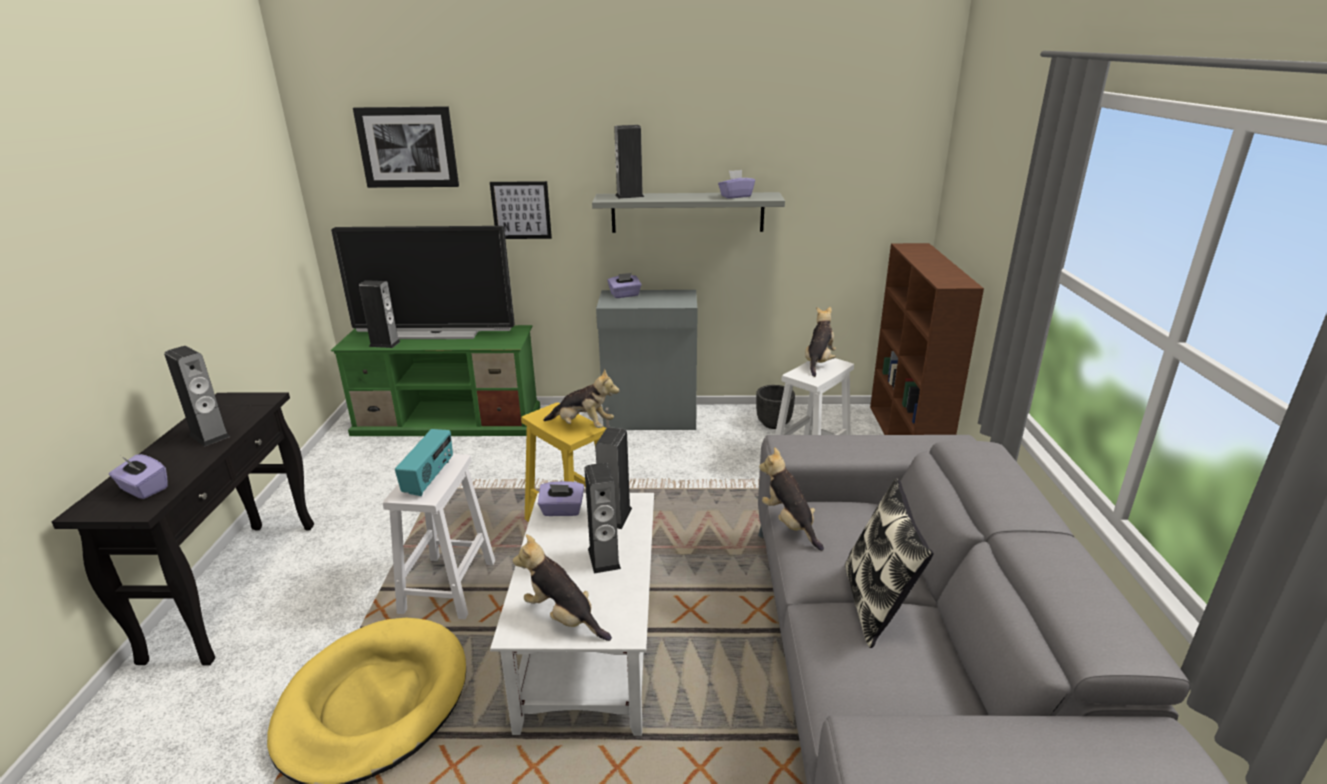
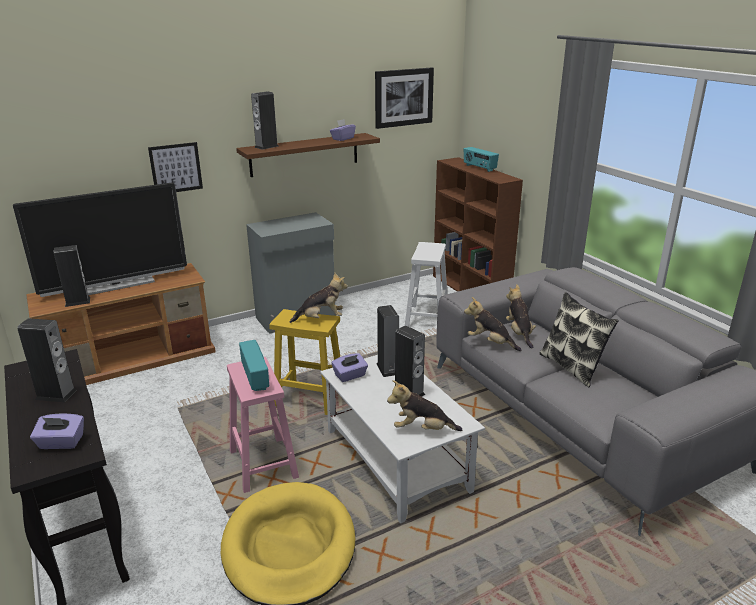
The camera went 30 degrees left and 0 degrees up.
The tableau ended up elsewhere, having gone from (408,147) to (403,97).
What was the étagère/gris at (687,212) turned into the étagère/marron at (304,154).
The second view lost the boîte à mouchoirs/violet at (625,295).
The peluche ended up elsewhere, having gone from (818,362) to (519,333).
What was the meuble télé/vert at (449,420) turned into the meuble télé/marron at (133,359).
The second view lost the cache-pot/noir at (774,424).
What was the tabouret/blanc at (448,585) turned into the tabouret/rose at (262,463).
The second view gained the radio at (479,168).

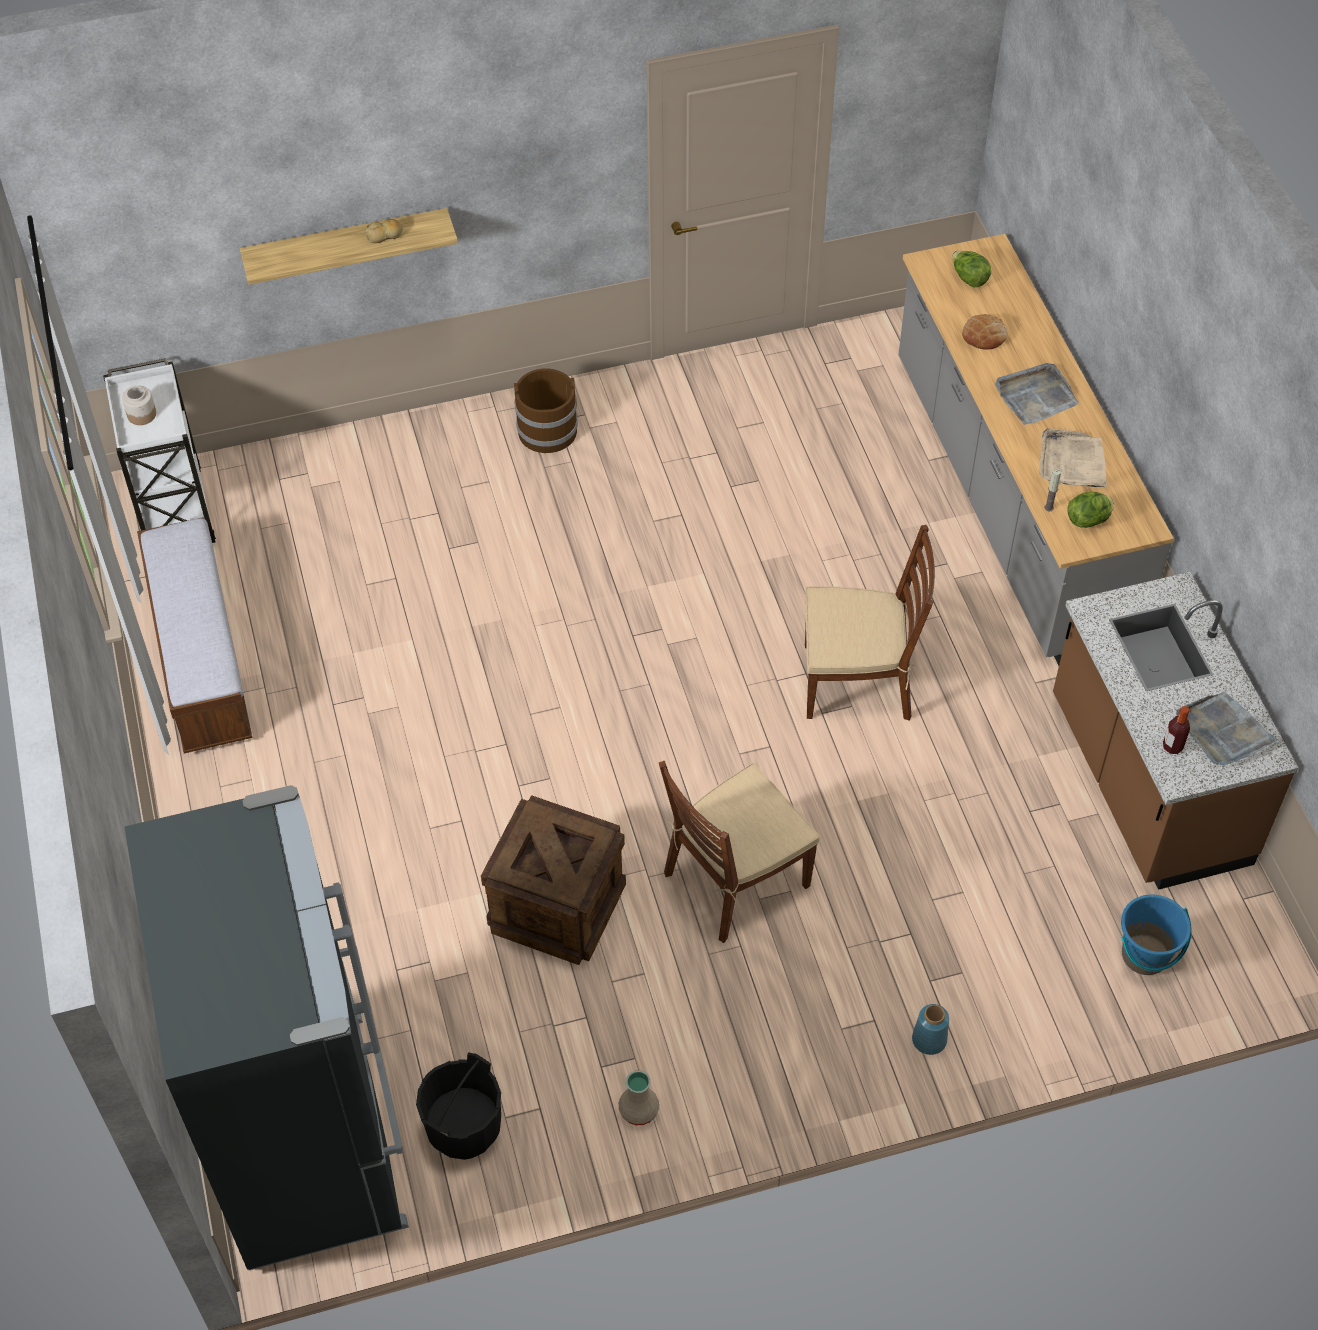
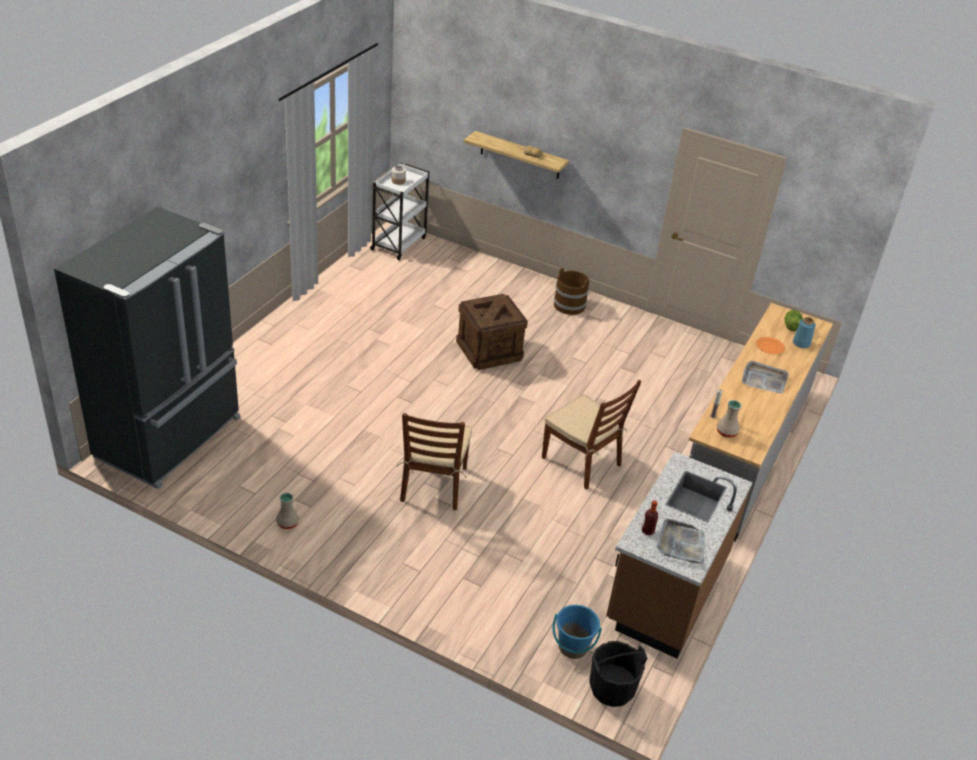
The camera went 40 degrees right and 15 degrees down.
Where the pain stood at (984,335), the assiette/orange came to stand at (770,347).
The second view lost the plateau/beige at (1072,462).
Where the laitue stood at (1088,520), the vase/beige came to stand at (726,432).
The second view lost the banc at (202,660).
The chaise/marron at (735,880) ended up facing another way, 90 degrees counterclockwise from before.
The caisse ended up elsewhere, having gone from (556,905) to (489,351).
The vase/bleu ended up elsewhere, having gone from (928,1040) to (801,343).
The seau/noir ended up elsewhere, having gone from (464,1127) to (612,688).

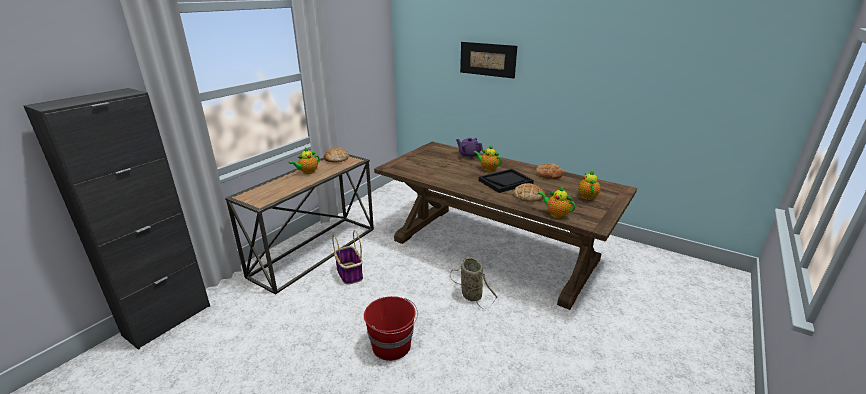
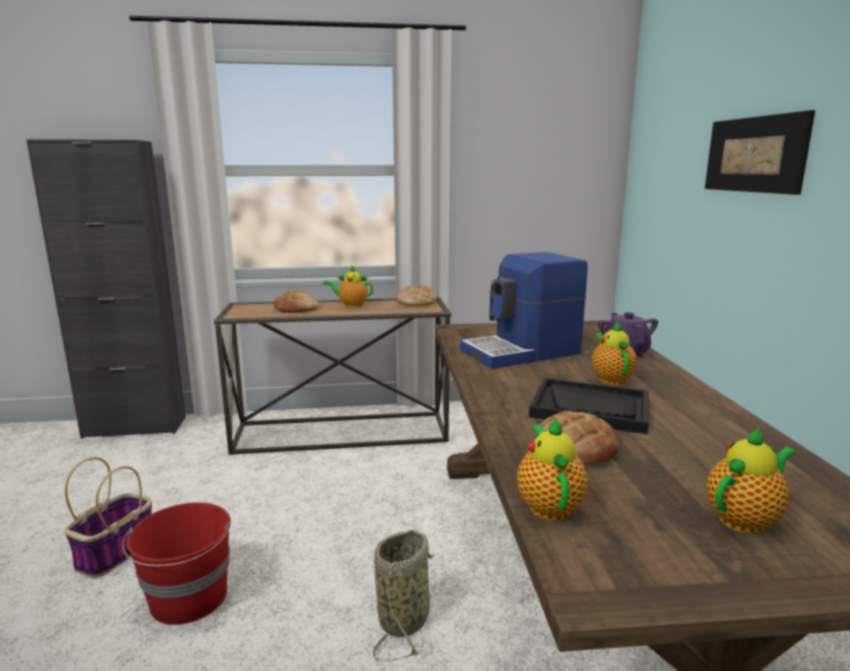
The camera went 50 degrees right and 10 degrees down.
The pain ended up elsewhere, having gone from (549,174) to (297,308).
The panier ended up elsewhere, having gone from (349,273) to (116,551).
The second view gained the machine à café at (522,352).

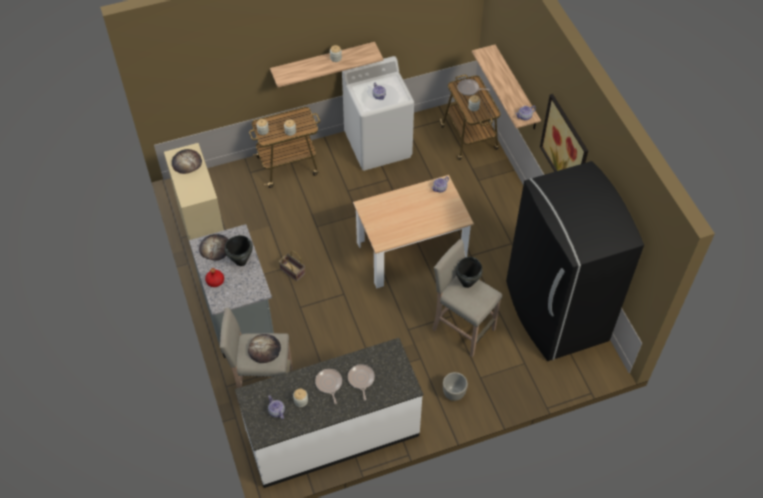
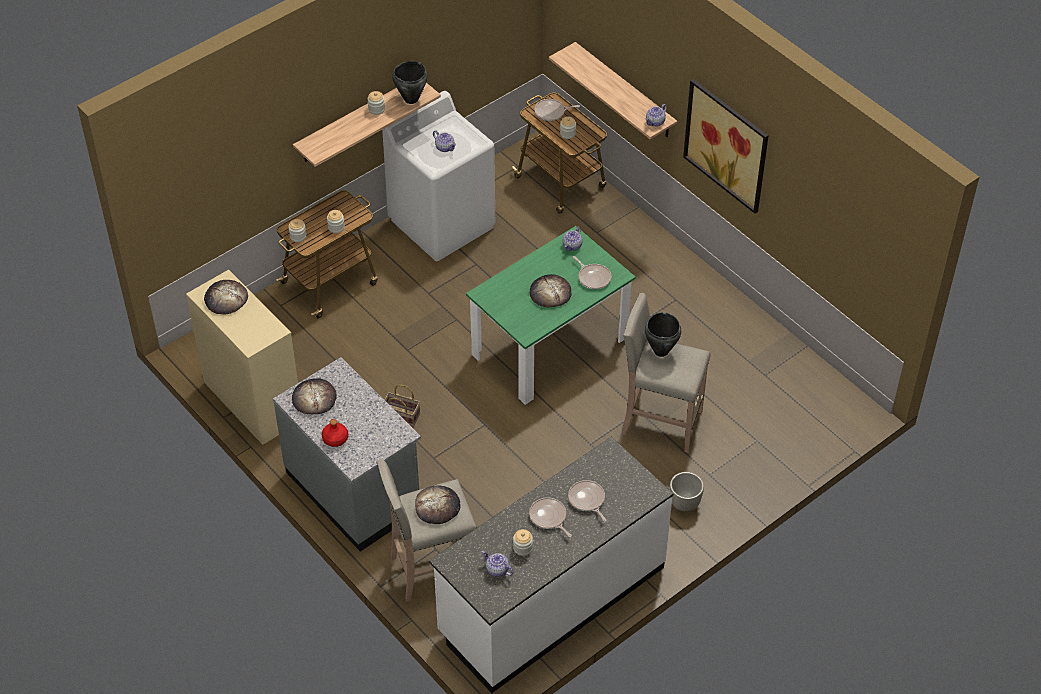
The camera went 20 degrees left and 5 degrees down.
The second view lost the réfrigérateur/noir at (555,312).
What was the table à manger/beige at (411,252) turned into the table à manger/vert at (549,347).
The marmite/noir ended up elsewhere, having gone from (240,261) to (410,99).
The second view gained the poêle at (593,277).
The second view gained the pain at (550,293).

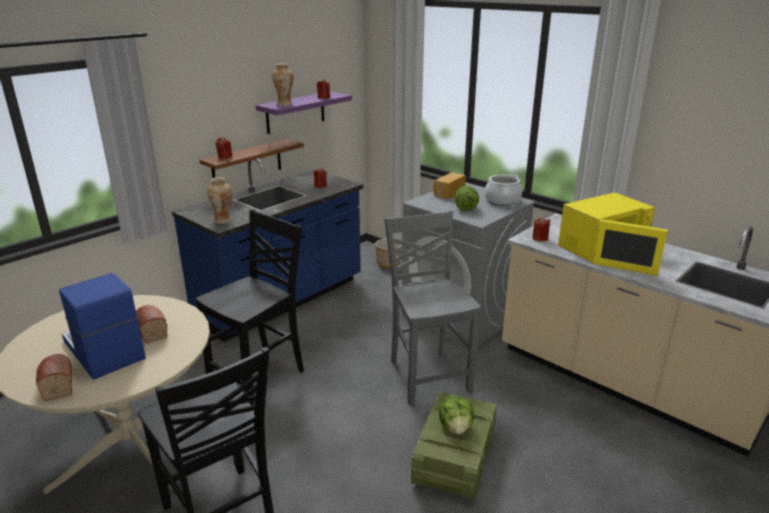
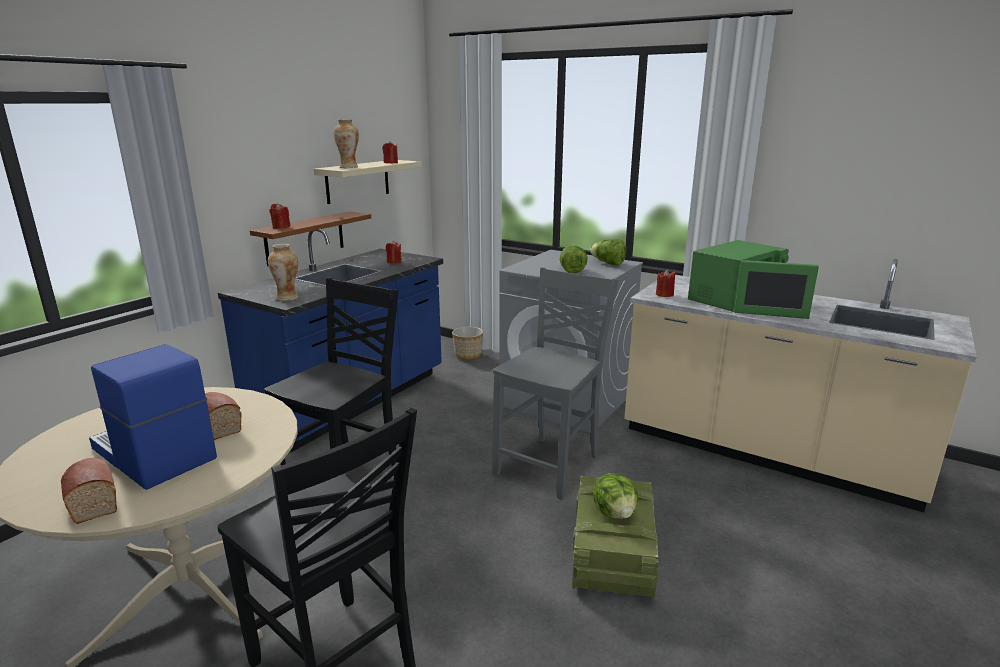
The camera went 10 degrees left and 5 degrees down.
What was the étagère/violet at (295,112) turned into the étagère/beige at (358,181).
The second view lost the pain at (448,193).
Where the marmite stood at (502,201), the laitue came to stand at (608,263).
What was the micro-ondes/jaune at (602,249) turned into the micro-ondes/vert at (736,300).
The chaise/gris at (428,375) ended up facing another way, 60 degrees clockwise from before.

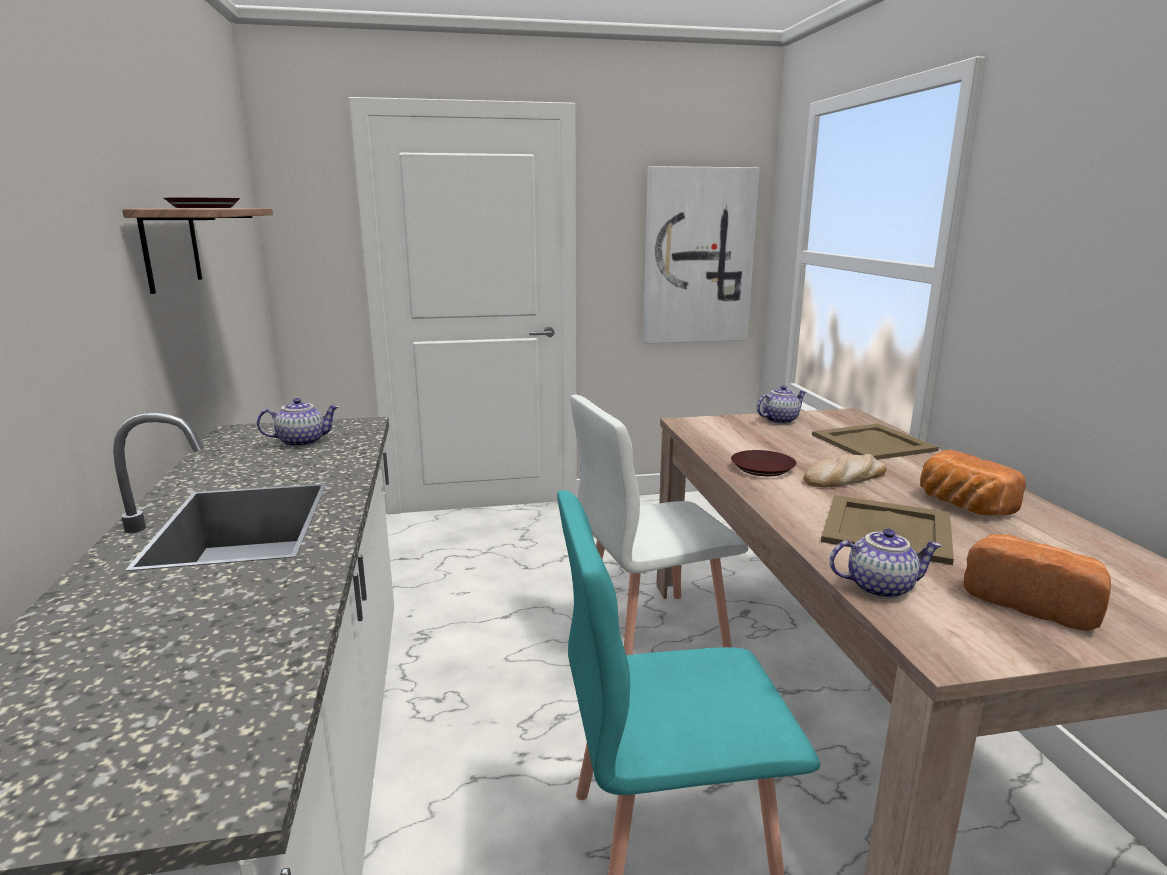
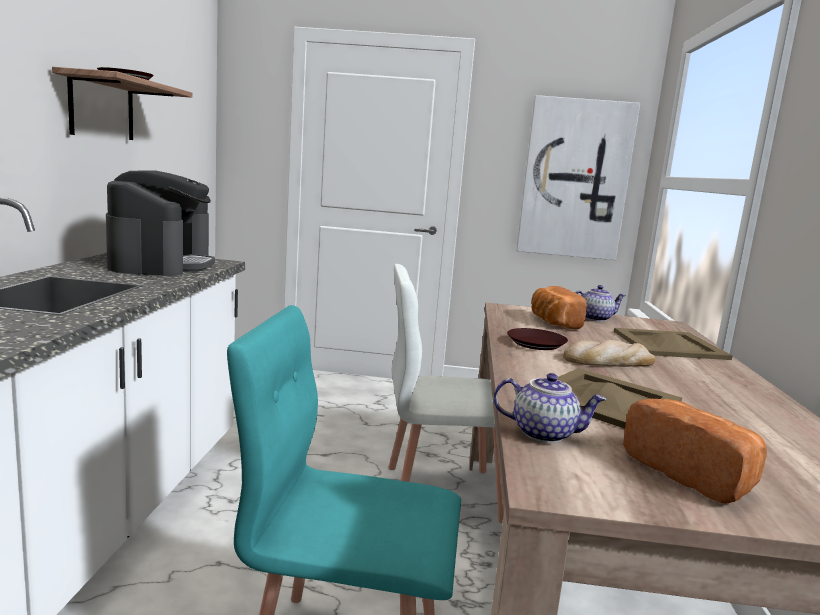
The camera went 15 degrees right and 5 degrees down.
Where the théière stood at (302,442), the machine à café came to stand at (162,264).
The pain ended up elsewhere, having gone from (961,505) to (552,322).

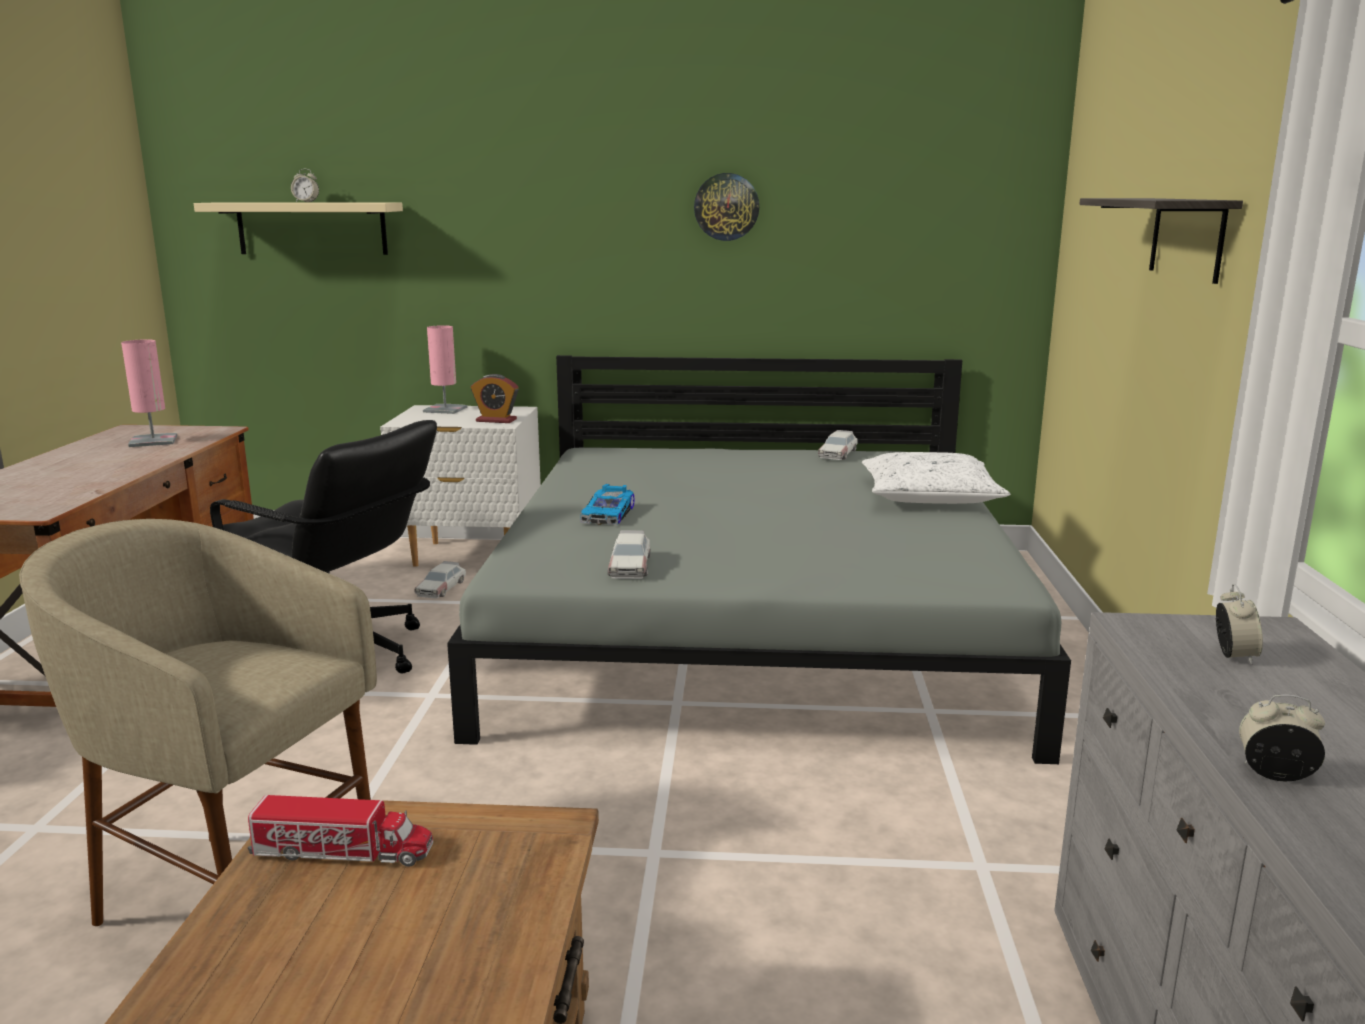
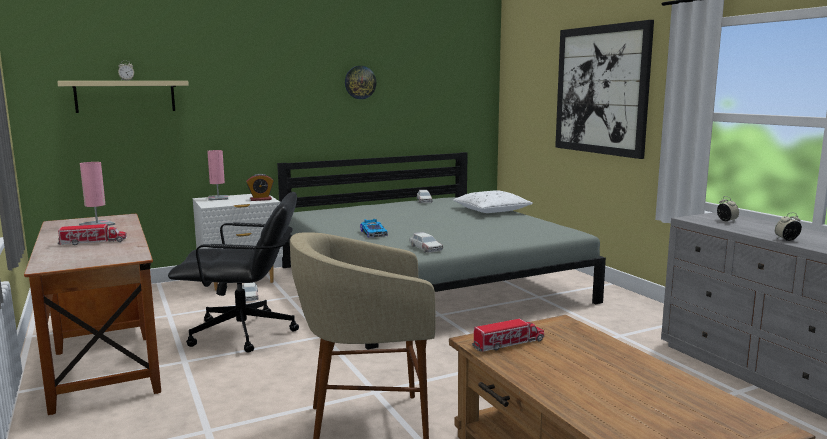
The camera went 30 degrees left and 5 degrees down.
Where the étagère hung at (1187,238), the tableau came to hang at (601,90).
The second view gained the camion jouet at (93,242).

